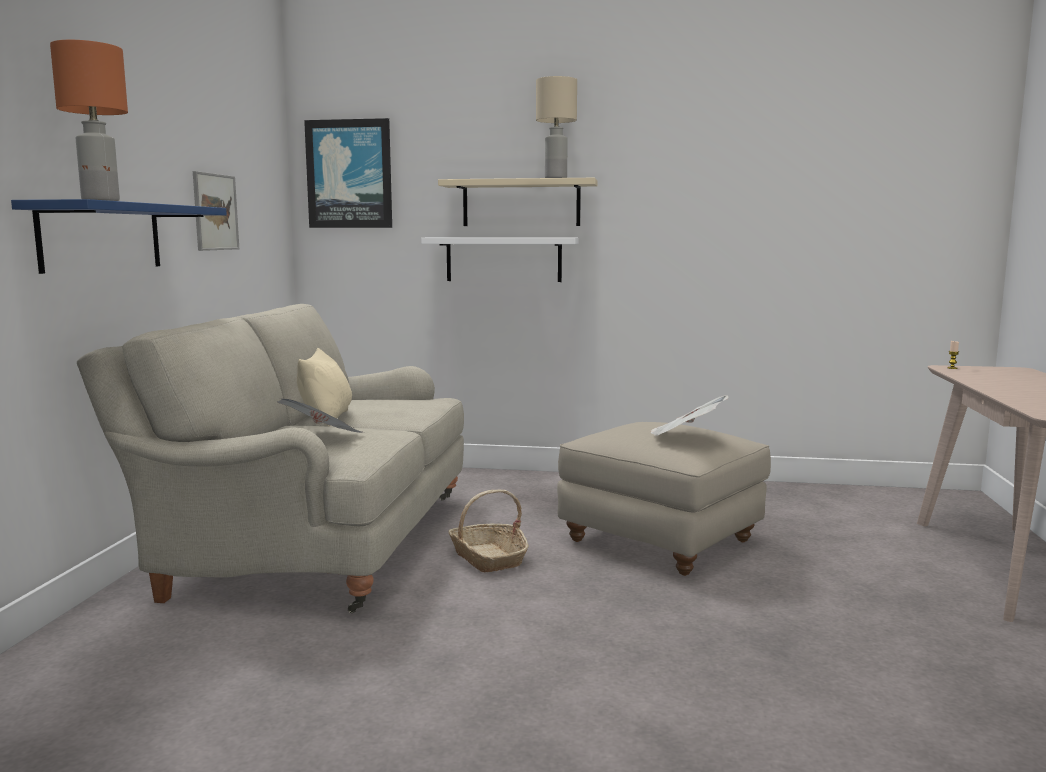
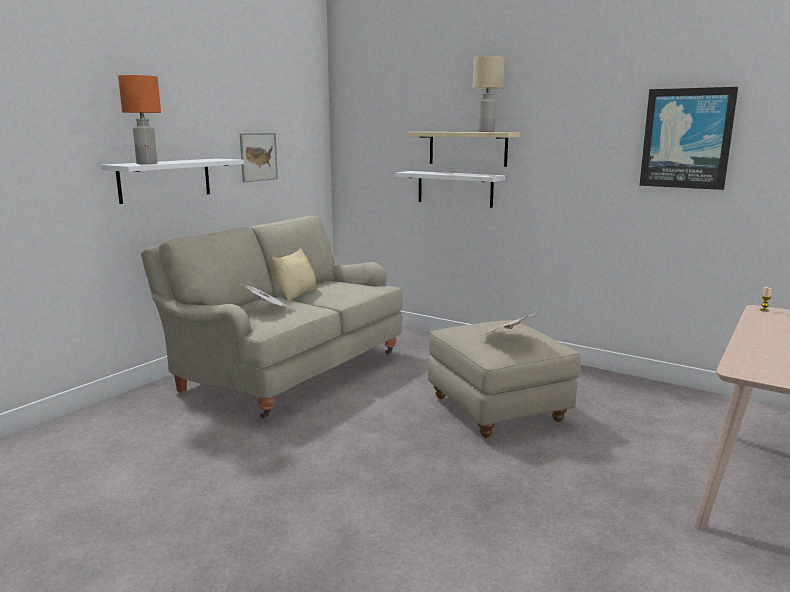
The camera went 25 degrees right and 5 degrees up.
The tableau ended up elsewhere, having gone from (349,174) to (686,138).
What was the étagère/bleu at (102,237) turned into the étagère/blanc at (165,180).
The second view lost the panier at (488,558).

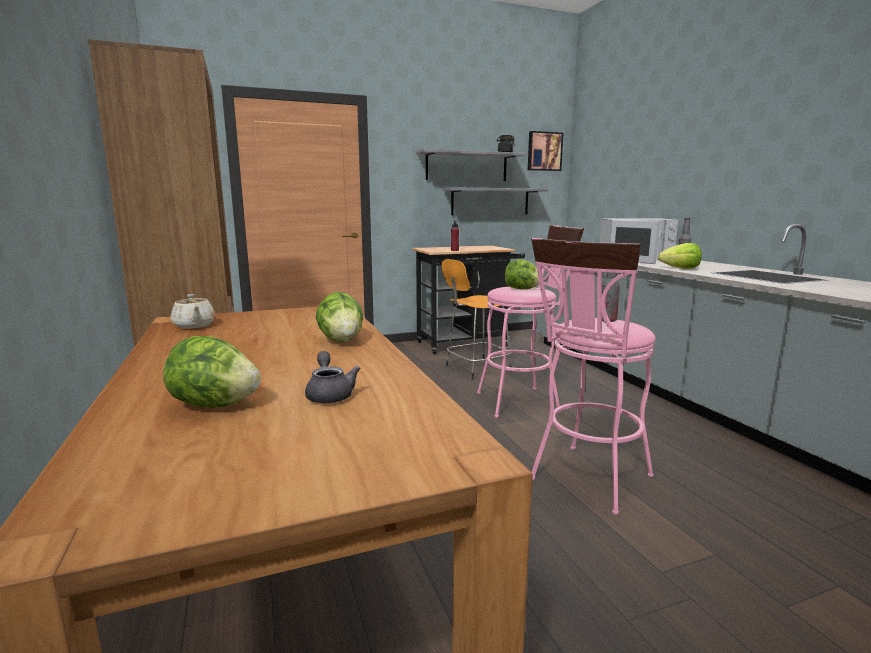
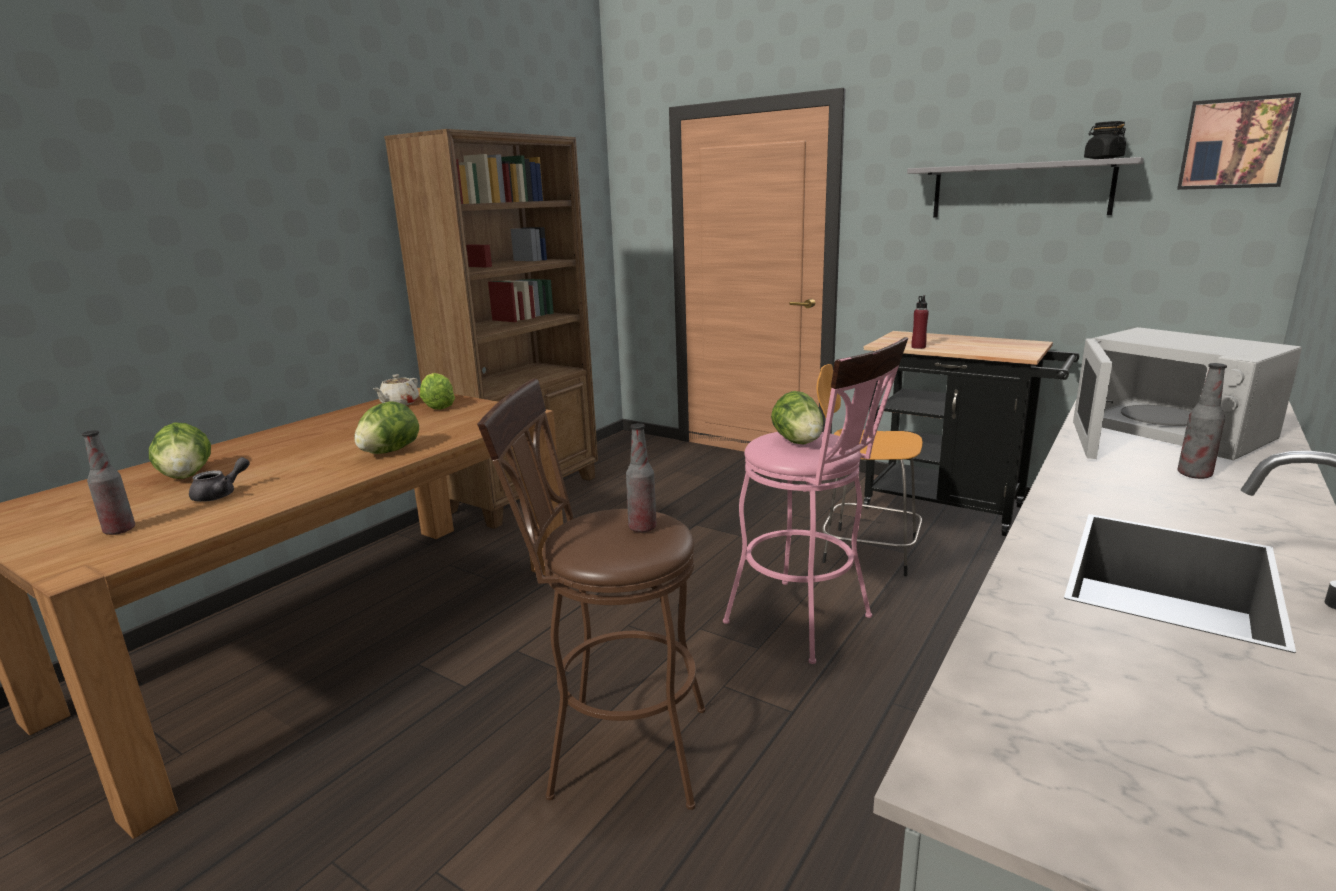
The camera went 55 degrees right and 5 degrees up.
The second view lost the étagère/gris at (490,201).
What was the tabouret/rose at (587,481) turned into the tabouret/marron at (614,750).
The laitue ended up elsewhere, having gone from (681,268) to (438,406).
The second view gained the bouteille at (120,530).

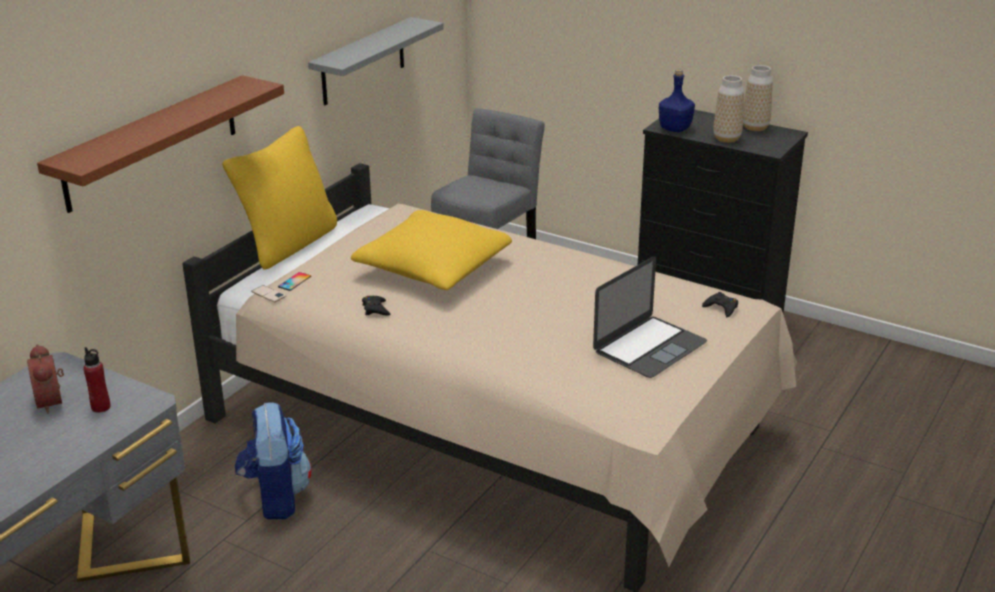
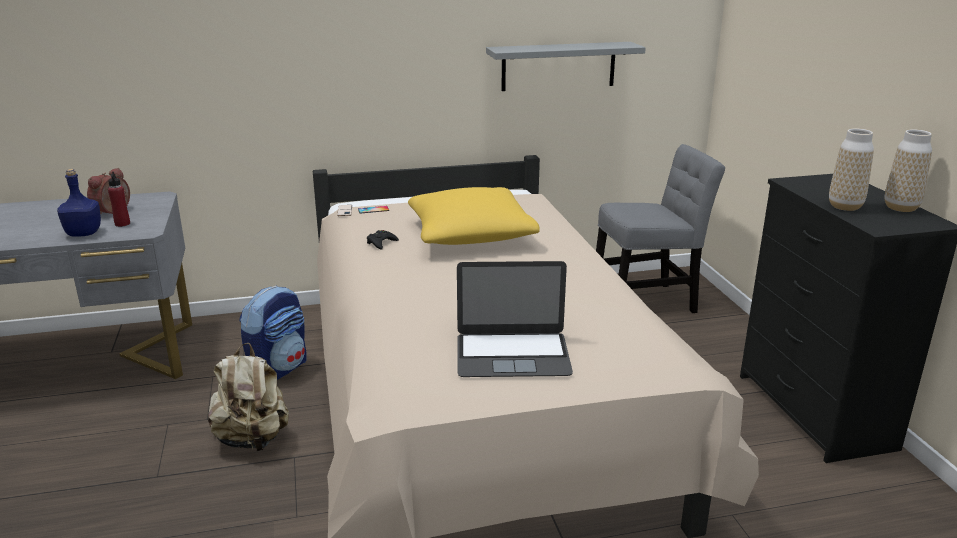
The camera went 45 degrees right and 5 degrees down.
The bouteille/bleu ended up elsewhere, having gone from (675,128) to (84,233).
The second view lost the étagère/marron at (152,143).
The second view lost the coussin/jaune at (288,244).
The second view lost the manette/noir at (721,308).
The second view gained the sac à dos/beige at (252,439).

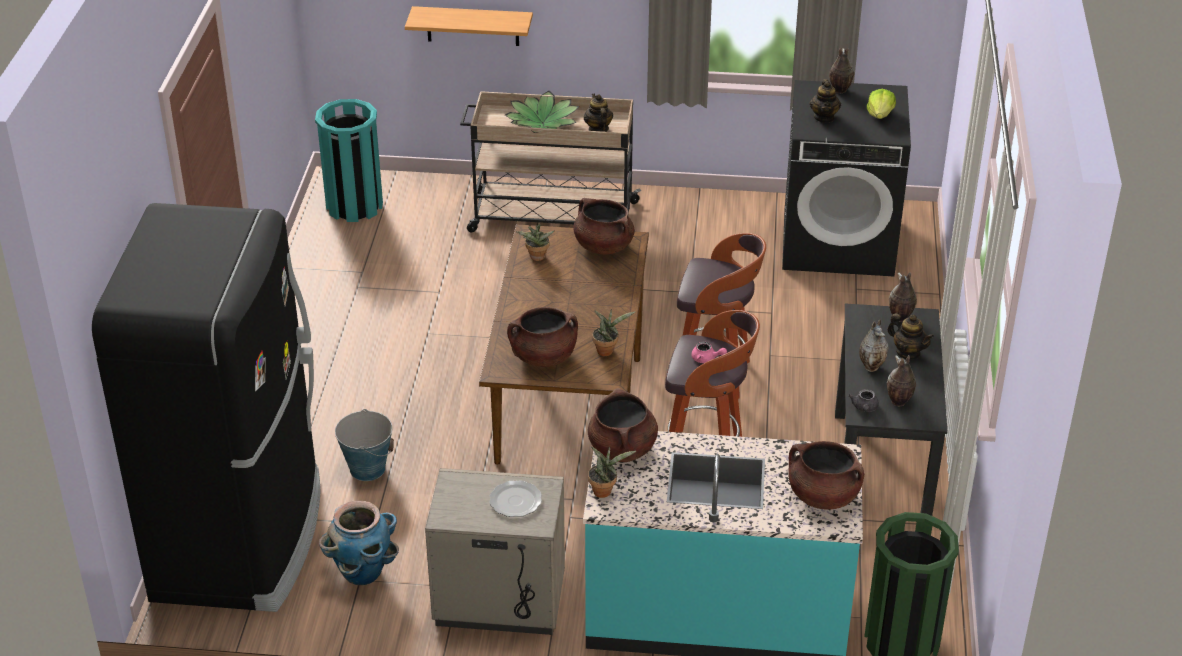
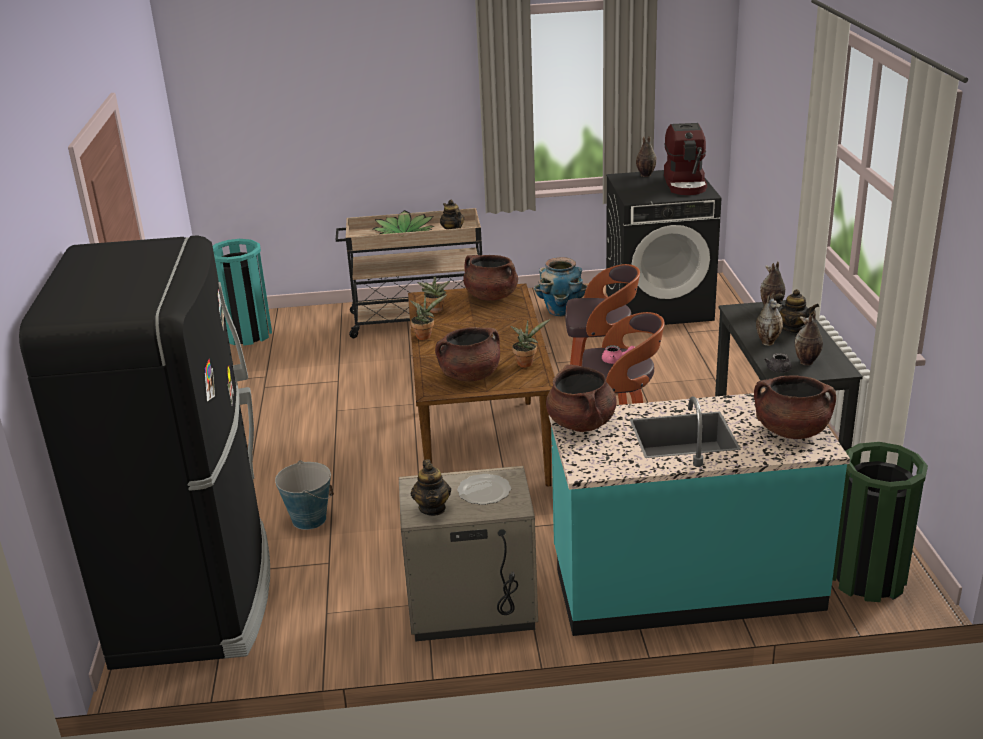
The camera went 10 degrees left and 10 degrees down.
The second view lost the étagère at (472,26).
The théière ended up elsewhere, having gone from (824,117) to (432,508).
Where the laitue stood at (880,114), the machine à café came to stand at (686,184).
The plante en pot ended up elsewhere, having gone from (604,490) to (425,336).
The cache-pot ended up elsewhere, having gone from (362,572) to (561,311).

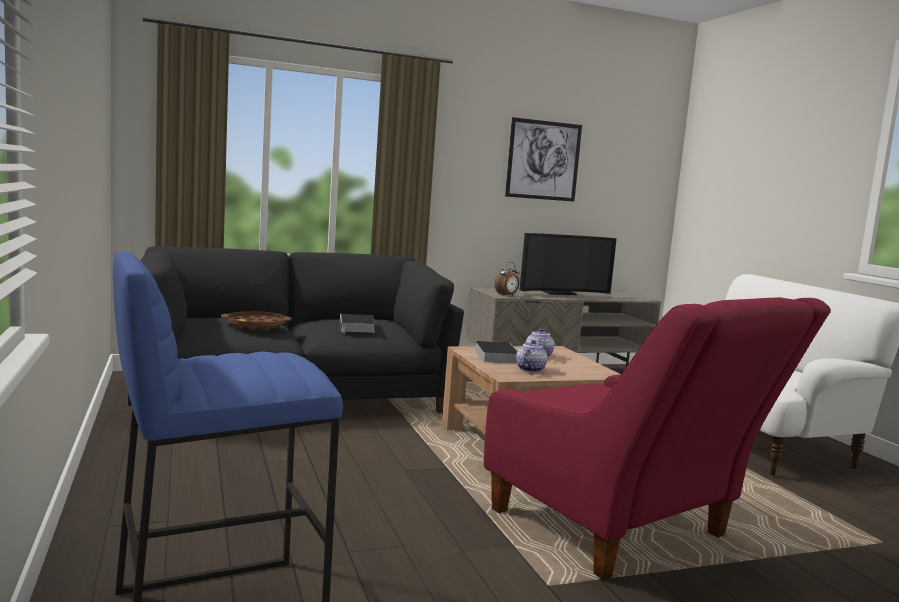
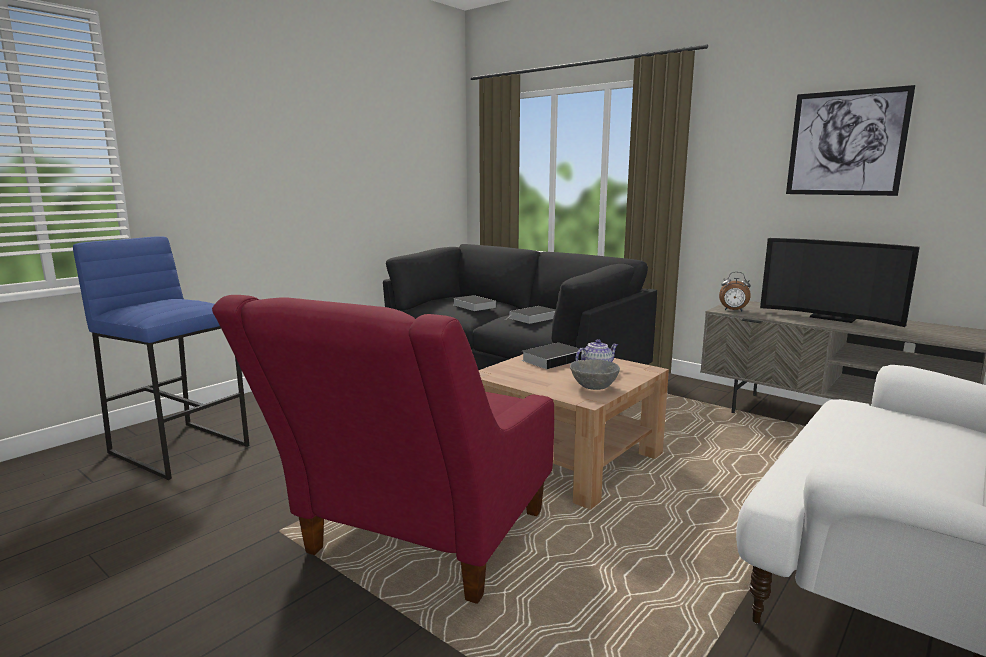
The camera went 60 degrees right and 5 degrees up.
Where the plateau/marron stood at (256,325), the livre came to stand at (473,306).
The second view lost the théière at (530,369).
The second view gained the bol/gris at (594,387).

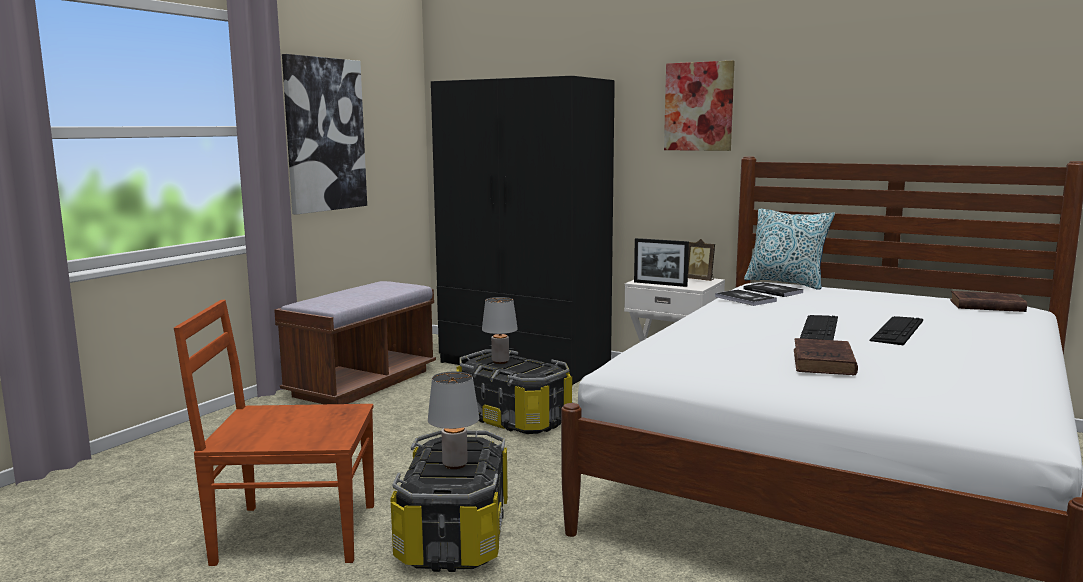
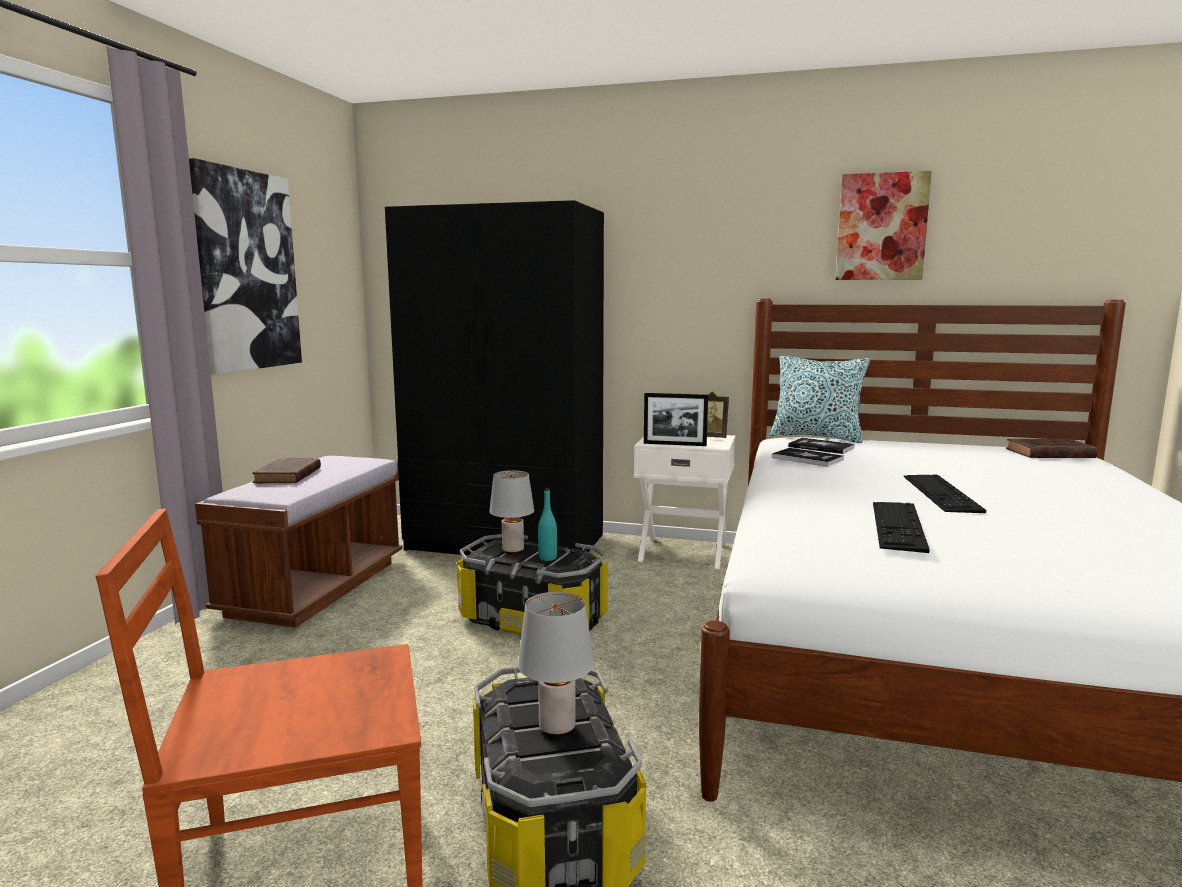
The camera went 15 degrees left and 0 degrees up.
The tableau ended up elsewhere, having gone from (699,106) to (881,227).
The clavier ended up elsewhere, having gone from (897,330) to (898,525).
The livre/marron ended up elsewhere, having gone from (823,363) to (287,476).
The second view gained the bouteille/turquoise at (547,558).

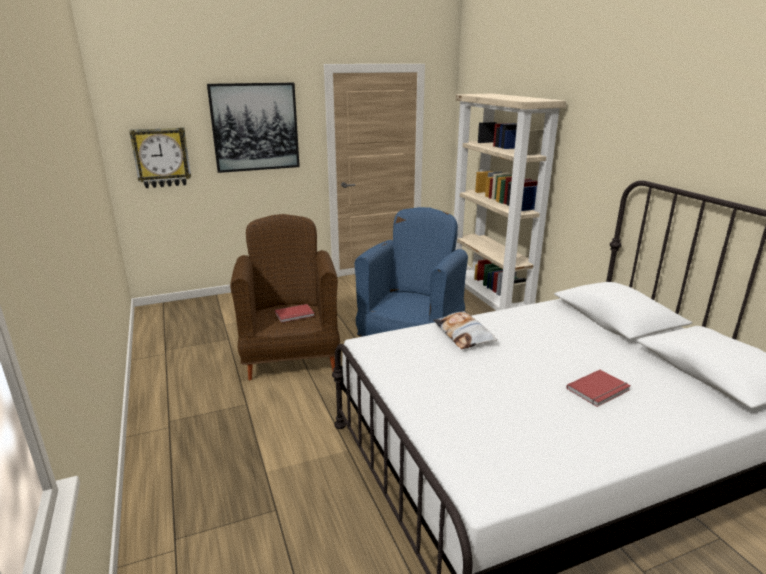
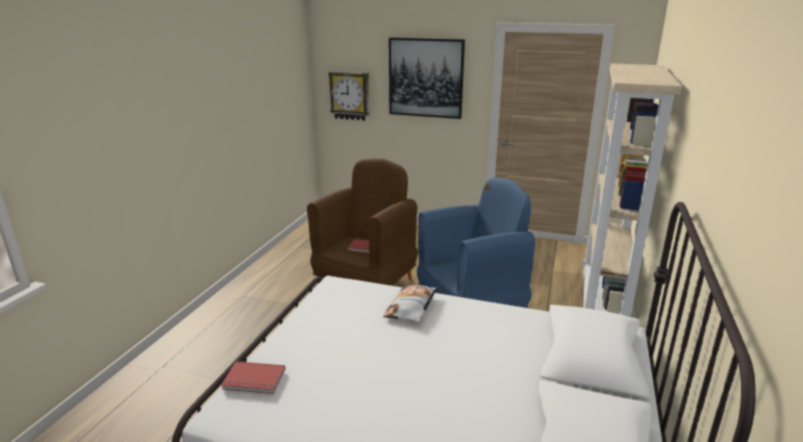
The camera went 40 degrees right and 0 degrees up.
The livre/rouge ended up elsewhere, having gone from (599,390) to (254,380).

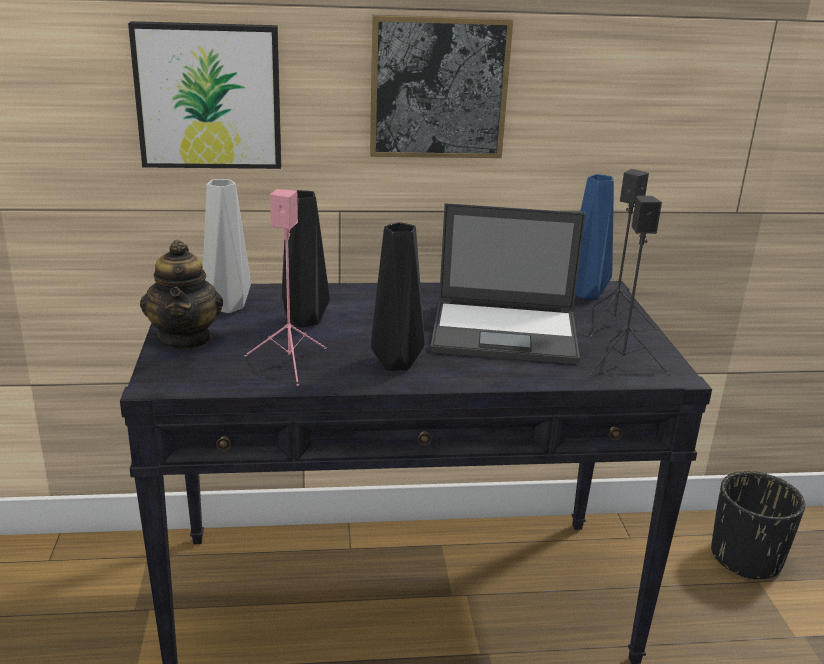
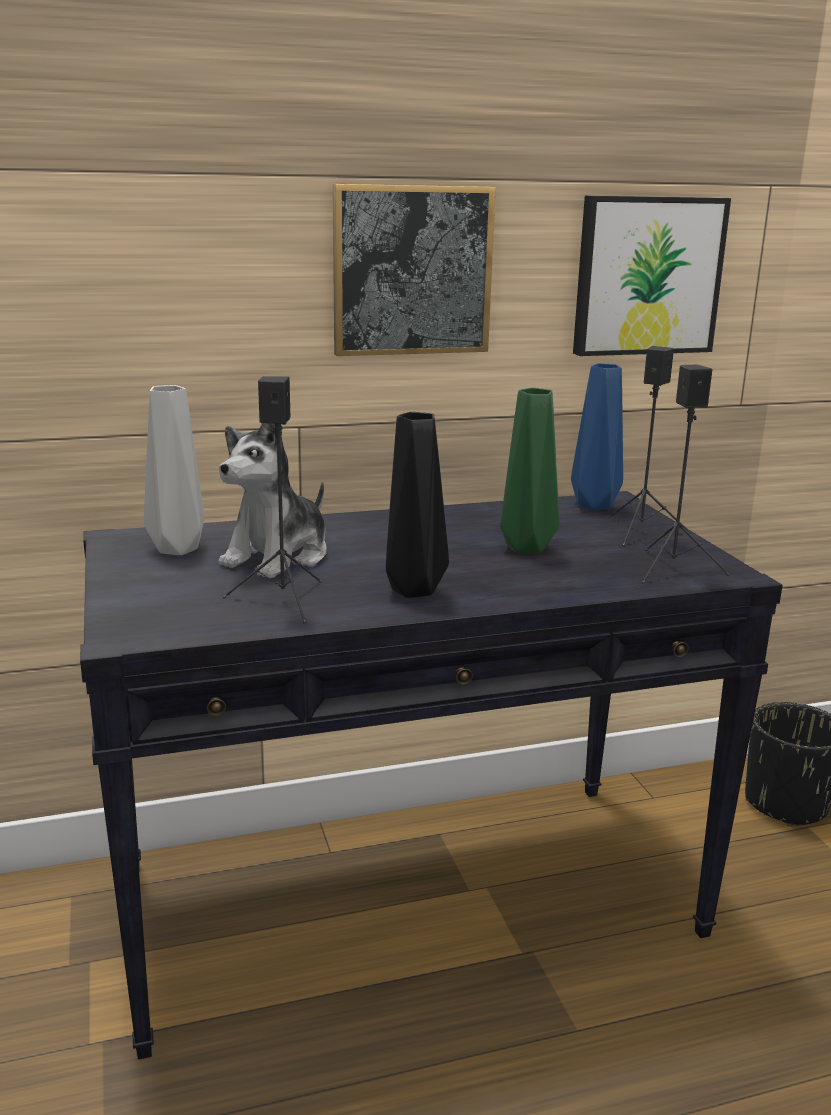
The camera went 10 degrees left and 5 degrees down.
The tableau ended up elsewhere, having gone from (209,96) to (646,276).
What was the enceinte/rose at (290,362) turned into the enceinte/noir at (283,599).
Where the vase/noir stood at (302,321), the peluche came to stand at (278,557).
Where the ordinateur portable stood at (506,332), the vase/vert came to stand at (526,549).
The second view lost the théière at (185,339).

